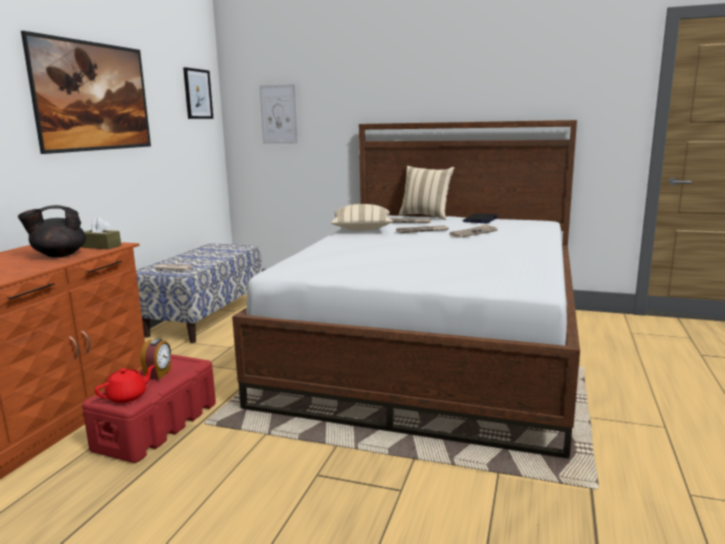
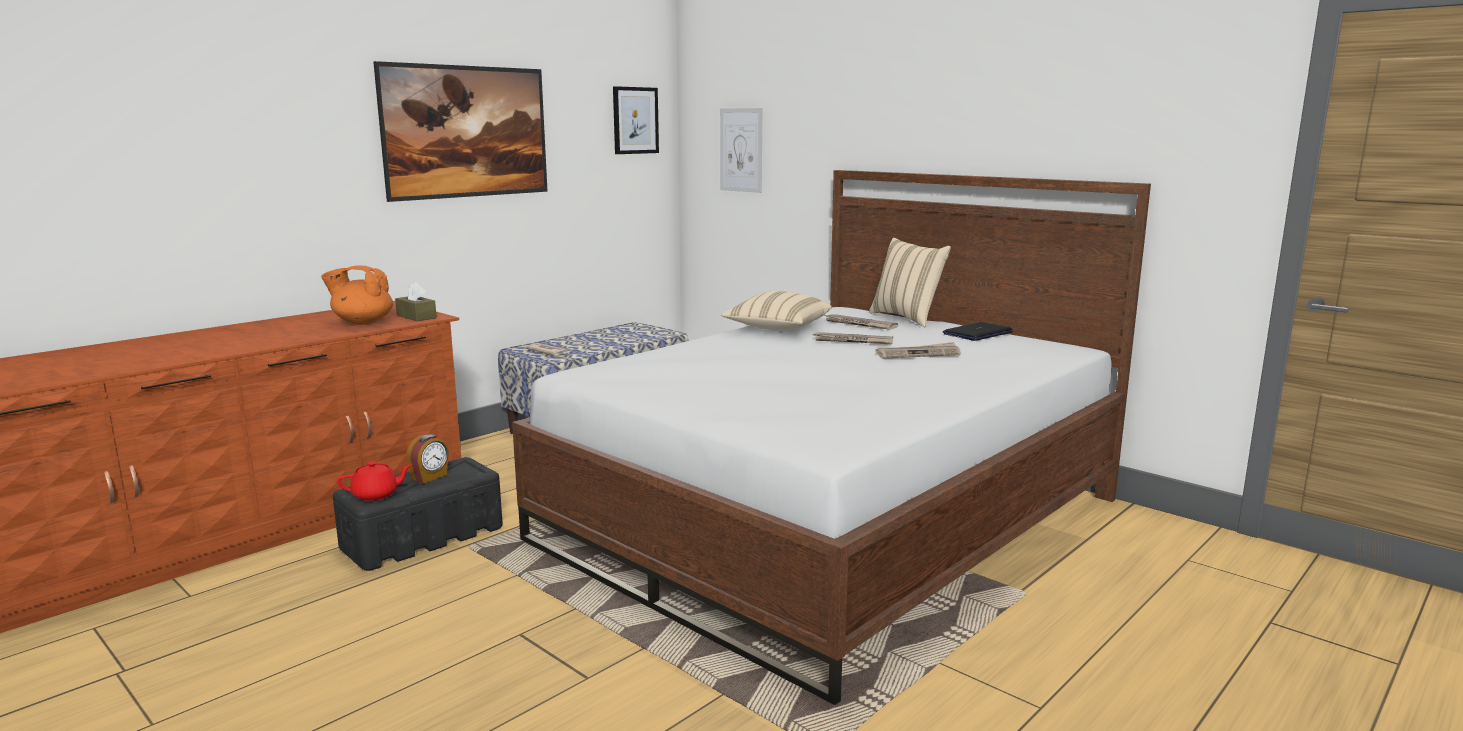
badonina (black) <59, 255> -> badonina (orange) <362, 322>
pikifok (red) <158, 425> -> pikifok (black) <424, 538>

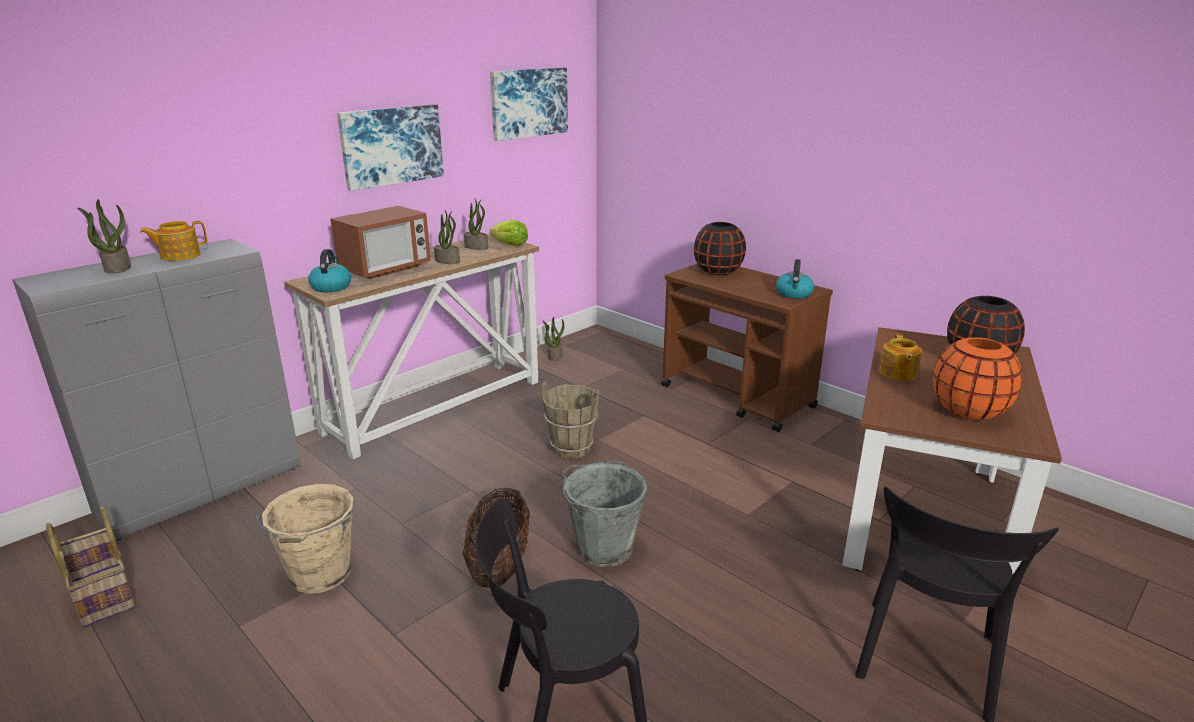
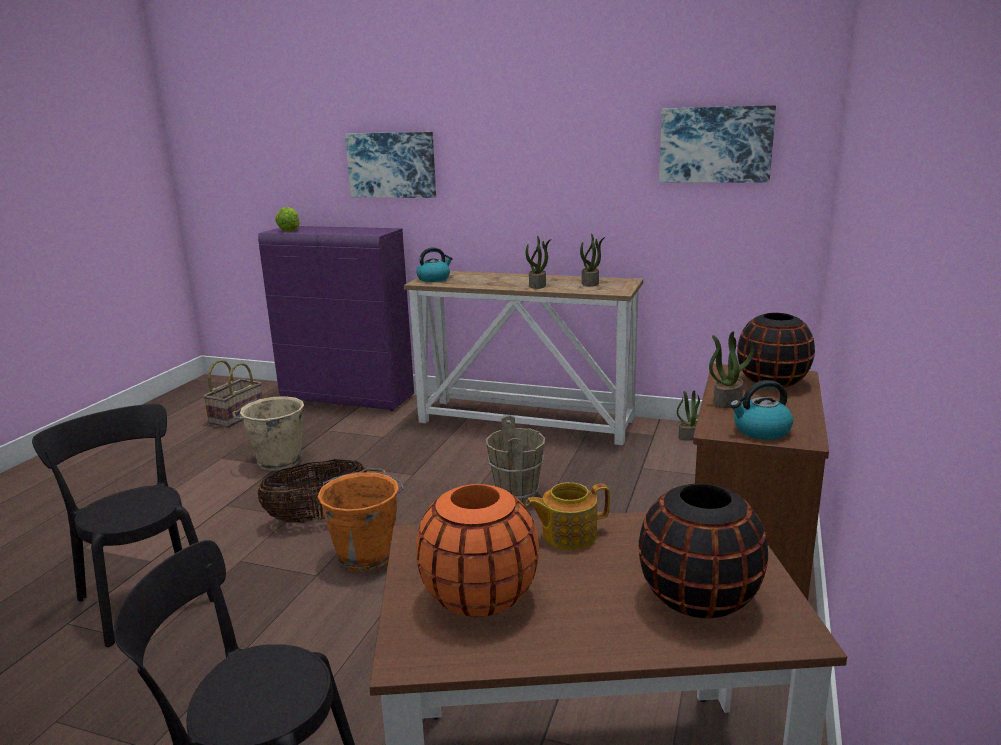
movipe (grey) <204, 490> -> movipe (purple) <348, 398>
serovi <117, 268> -> serovi <727, 401>, move
badonina <179, 256> -> none
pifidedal <385, 269> -> none
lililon <391, 145> -> lililon <392, 165>, move
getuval <510, 245> -> getuval <290, 230>, move
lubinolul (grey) <603, 548> -> lubinolul (orange) <366, 555>

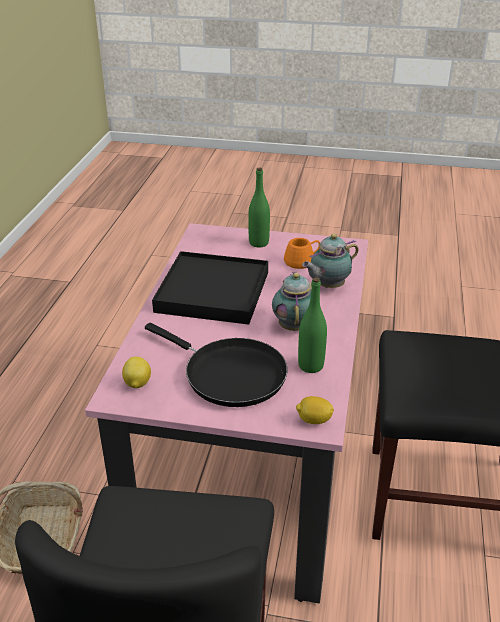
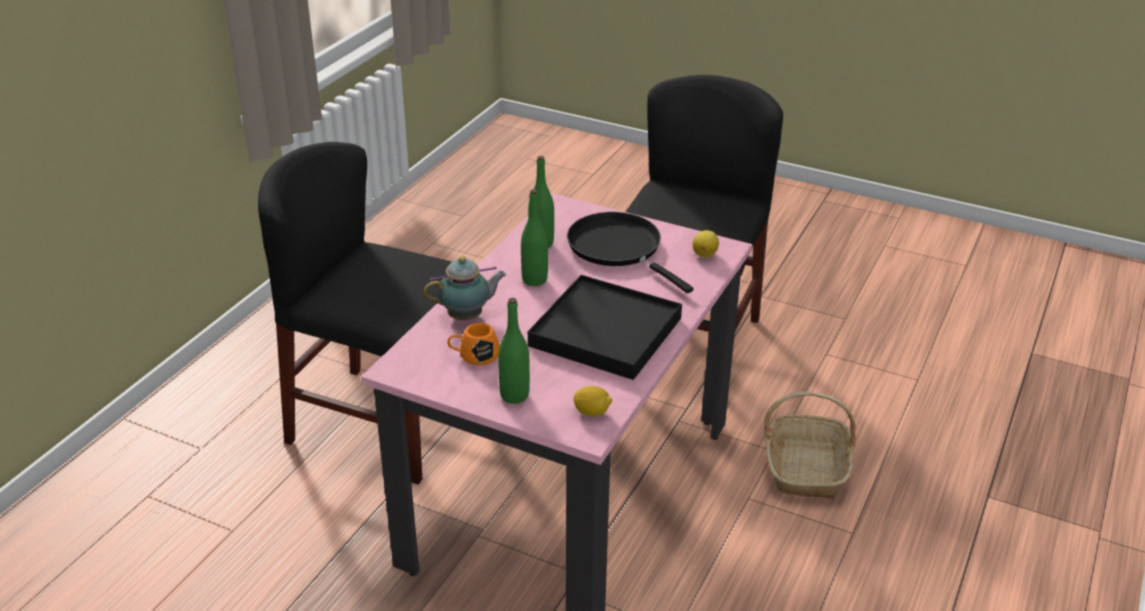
badonina <294, 326> -> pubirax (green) <534, 280>
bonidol <314, 420> -> bonidol <592, 412>, move

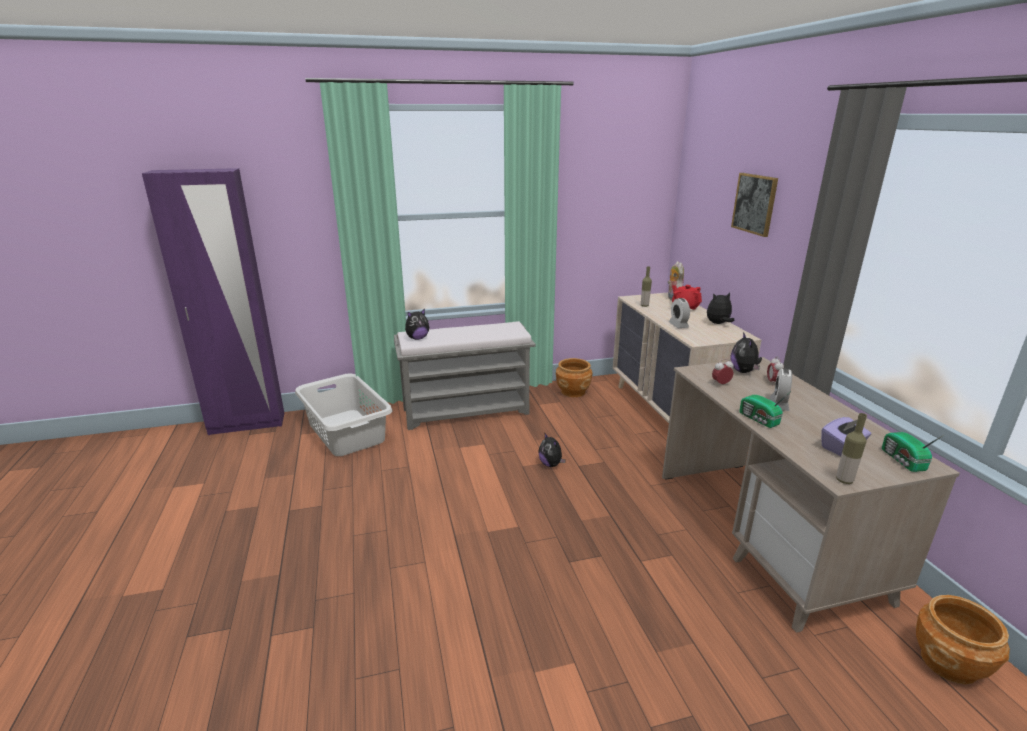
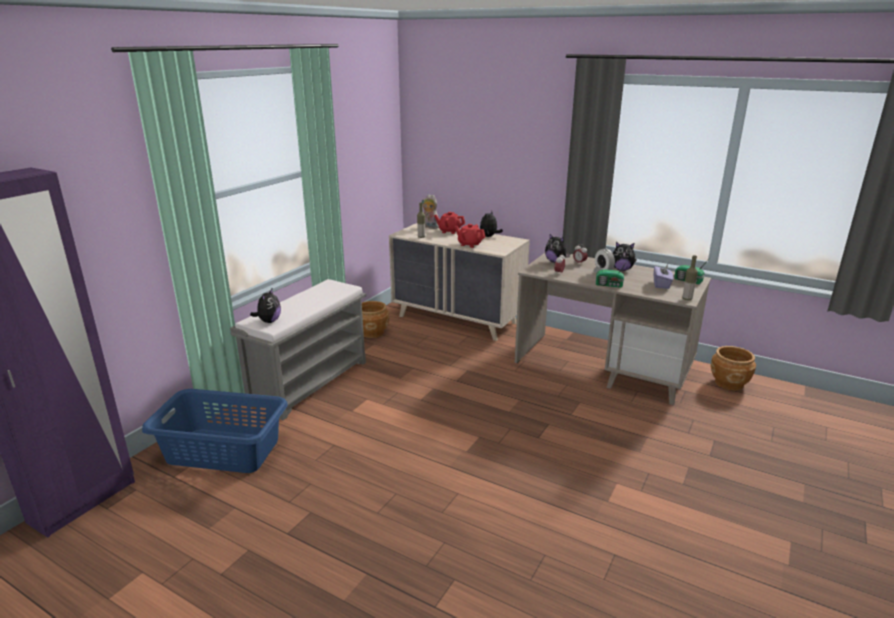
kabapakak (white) <347, 431> -> kabapakak (blue) <223, 450>
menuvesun <551, 464> -> menuvesun <621, 269>, move
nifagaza <678, 325> -> badonina (red) <469, 244>
lililon <755, 204> -> none

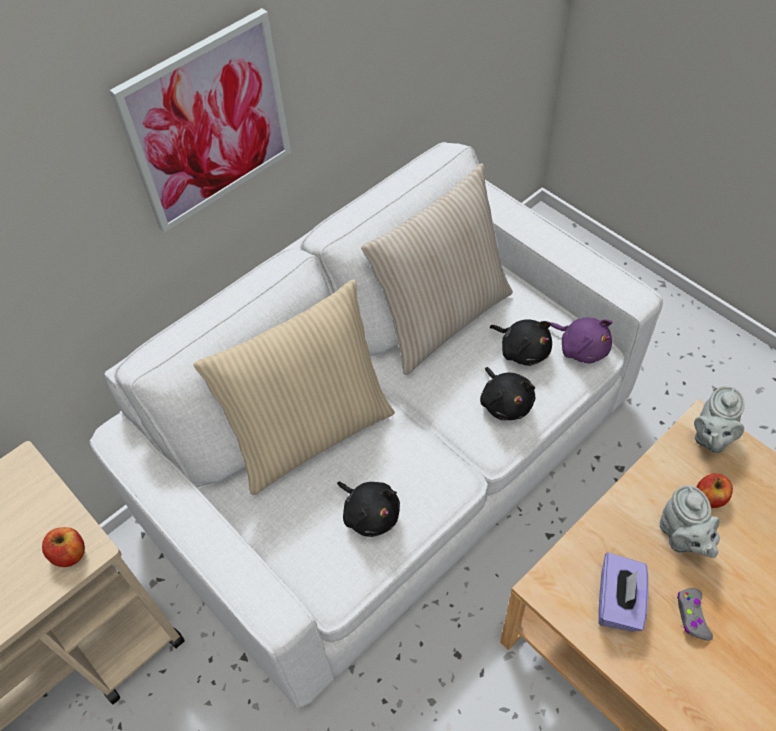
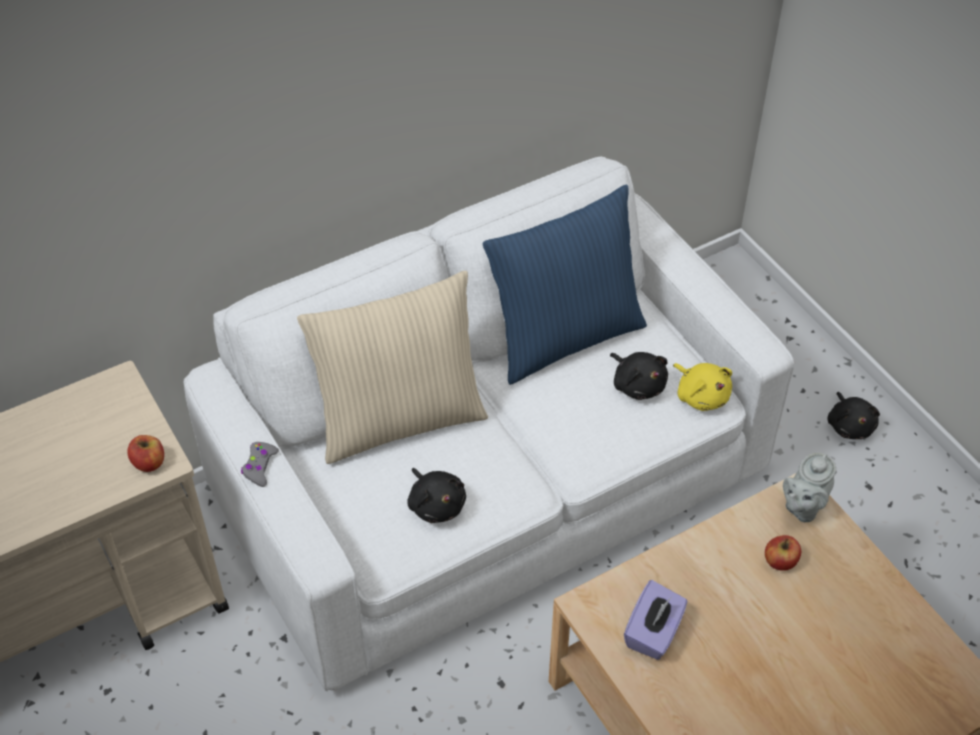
lililon <208, 123> -> none
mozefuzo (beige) <442, 318> -> mozefuzo (blue) <564, 337>
menuvesun (black) <505, 402> -> menuvesun (black) <850, 425>, move
menuvesun (purple) <581, 348> -> menuvesun (yellow) <701, 395>
badonina (grey) <682, 538> -> none
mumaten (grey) <692, 616> -> mumaten (grey) <259, 467>, move

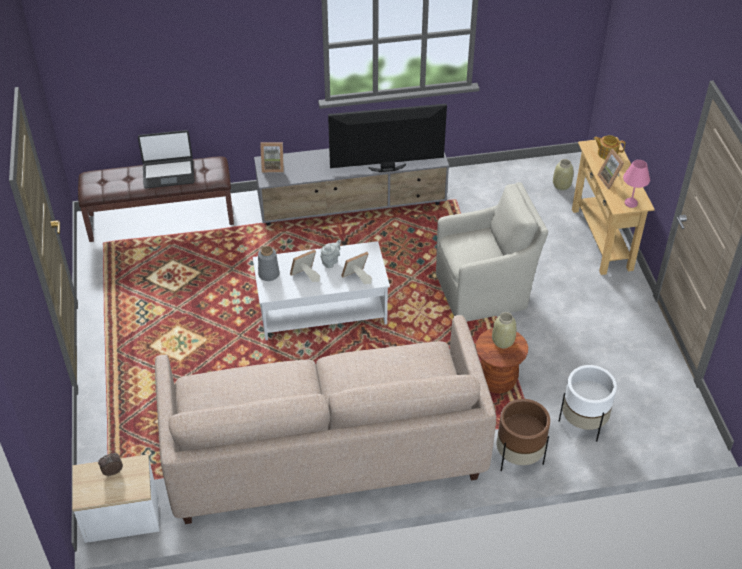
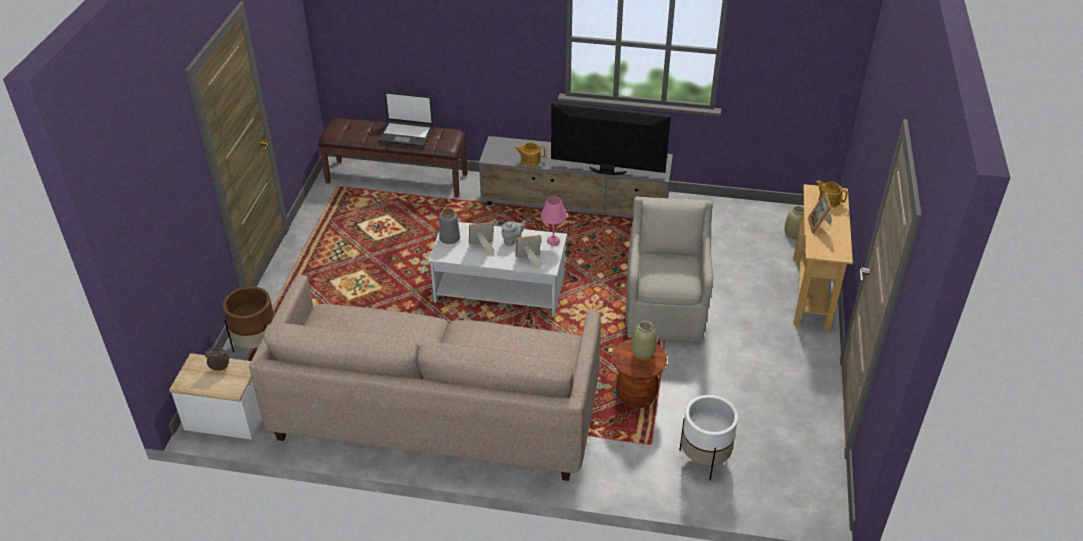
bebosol <273, 167> -> none
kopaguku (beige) <484, 291> -> kopaguku (beige) <665, 311>, 90 degrees counterclockwise
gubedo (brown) <518, 457> -> gubedo (brown) <257, 346>, move
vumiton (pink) <631, 203> -> vumiton (pink) <554, 241>, move
none -> badonina <530, 160>

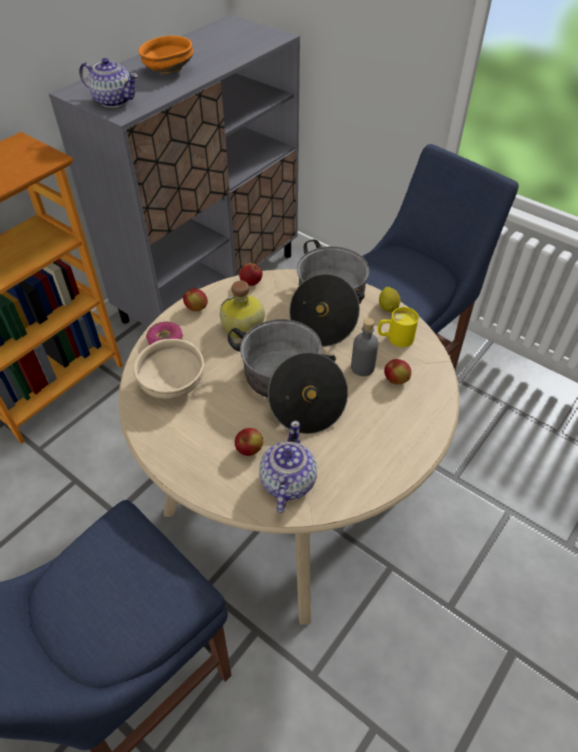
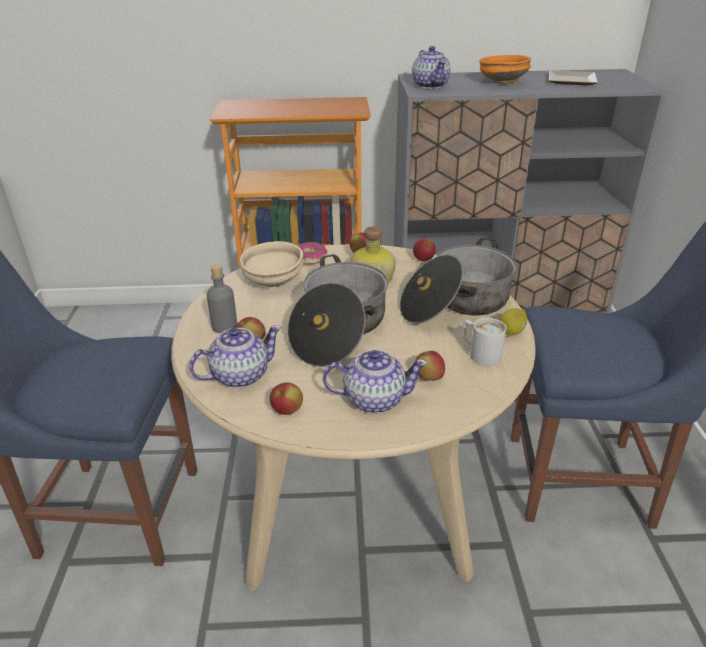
pubirax (grey) <362, 367> -> pubirax (grey) <224, 326>, move
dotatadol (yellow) <394, 338> -> dotatadol (white) <479, 353>
none -> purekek <287, 411>
none -> badonina <373, 399>
none -> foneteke <570, 80>

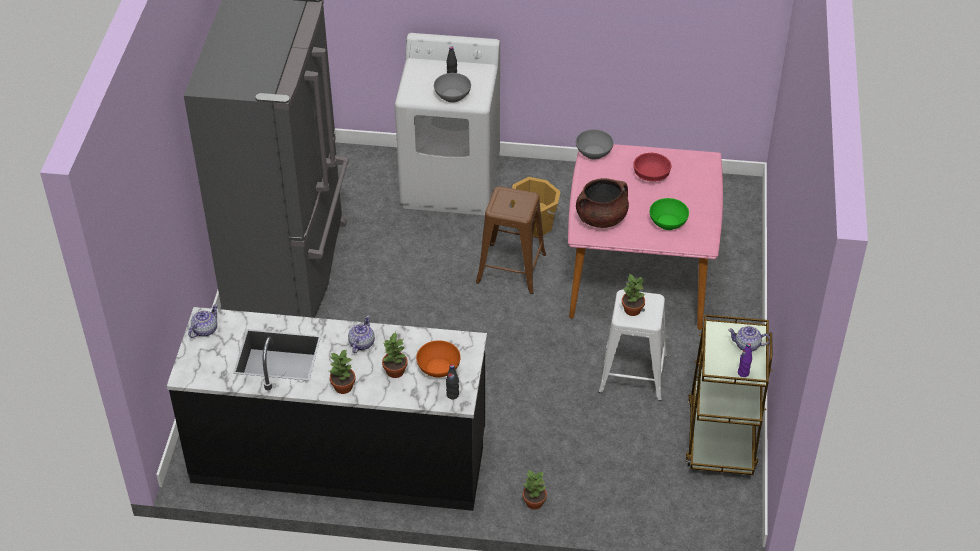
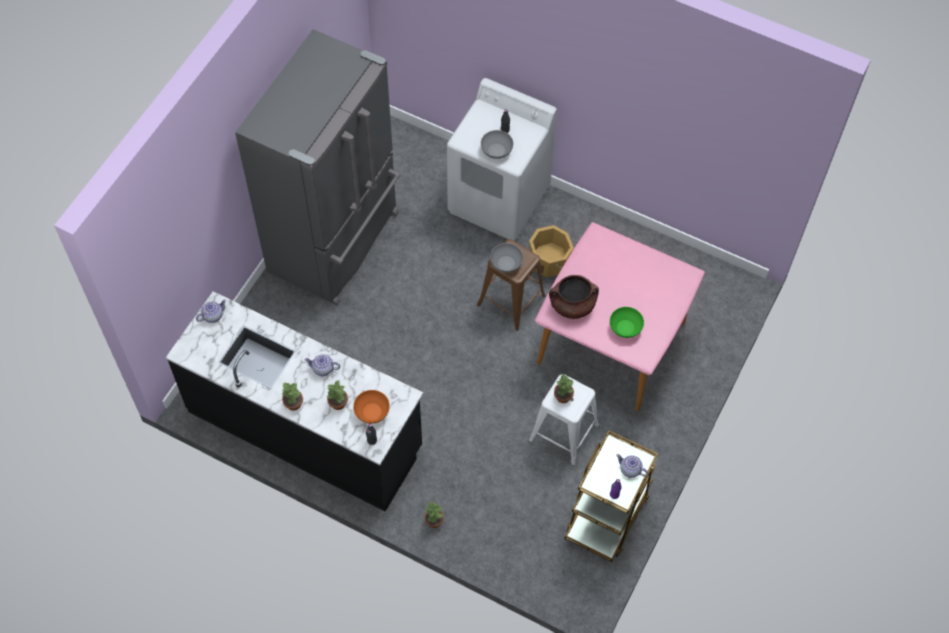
badonina <361, 344> -> badonina <323, 369>, 120 degrees counterclockwise
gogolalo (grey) <593, 152> -> gogolalo (grey) <506, 263>, move
gogolalo (red) <651, 175> -> none

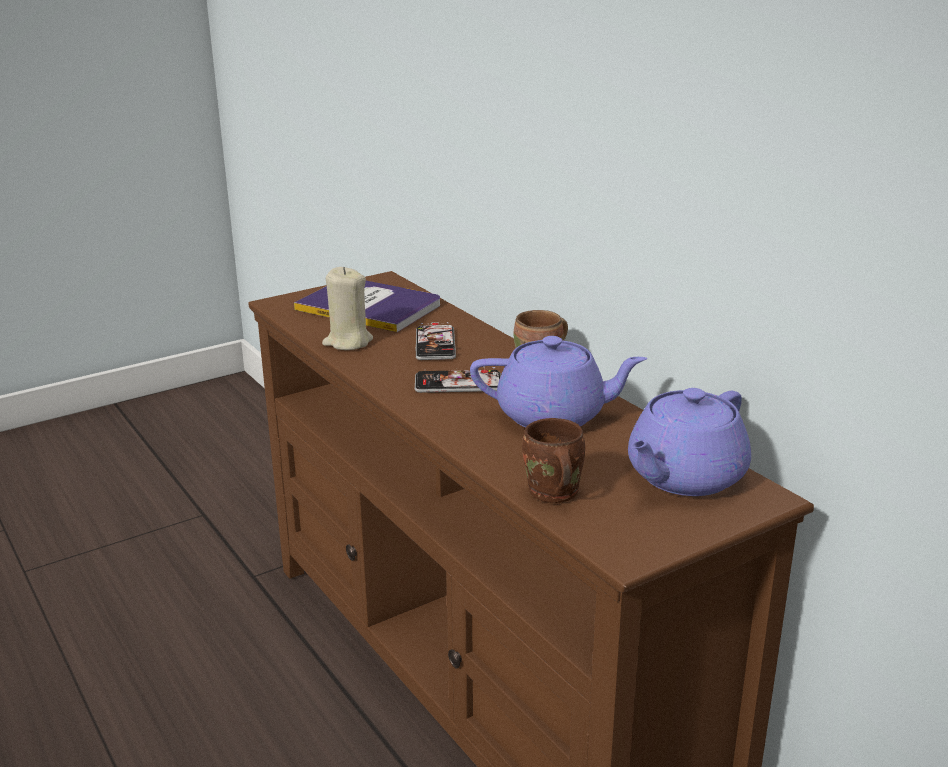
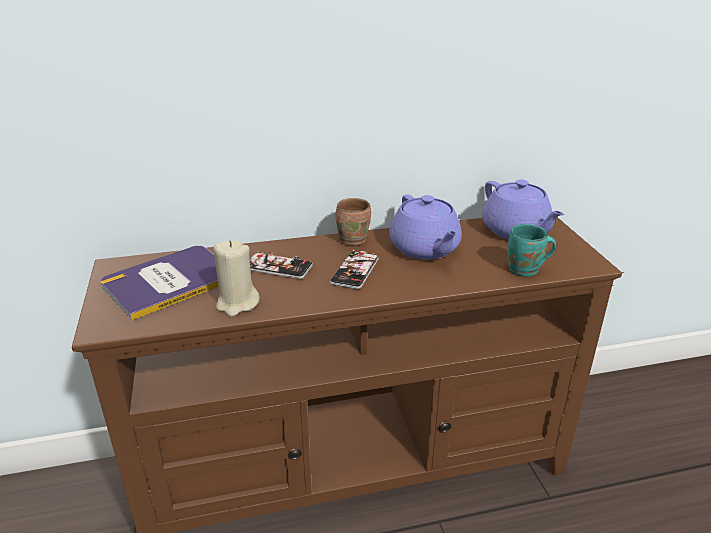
badonina (purple) <554, 416> -> badonina (purple) <425, 249>, 135 degrees clockwise
dotatadol (brown) <551, 494> -> dotatadol (turquoise) <526, 271>

